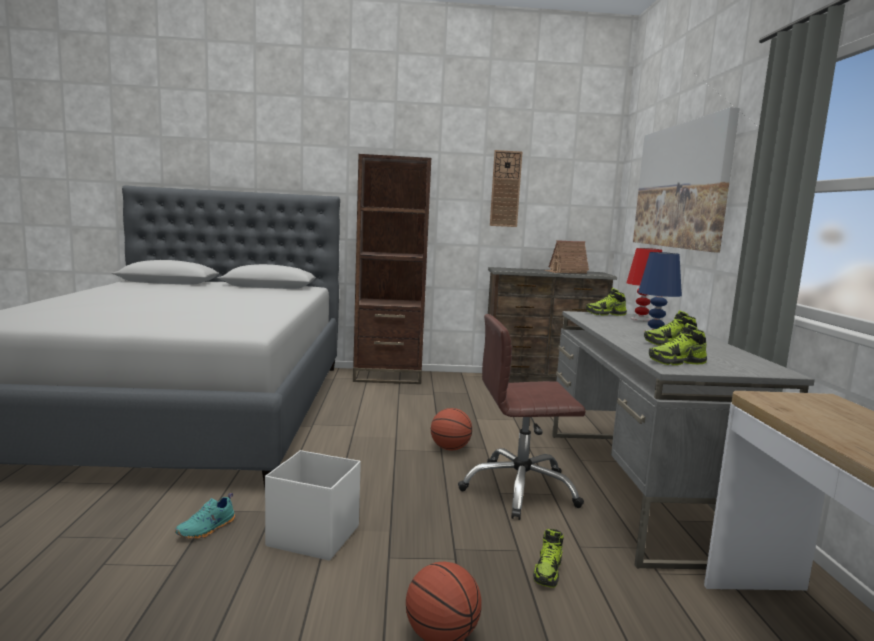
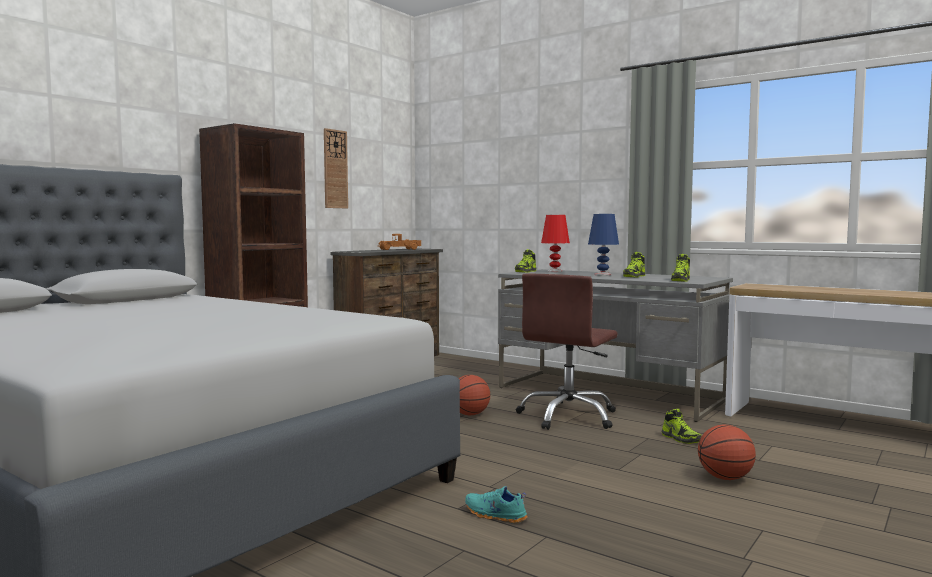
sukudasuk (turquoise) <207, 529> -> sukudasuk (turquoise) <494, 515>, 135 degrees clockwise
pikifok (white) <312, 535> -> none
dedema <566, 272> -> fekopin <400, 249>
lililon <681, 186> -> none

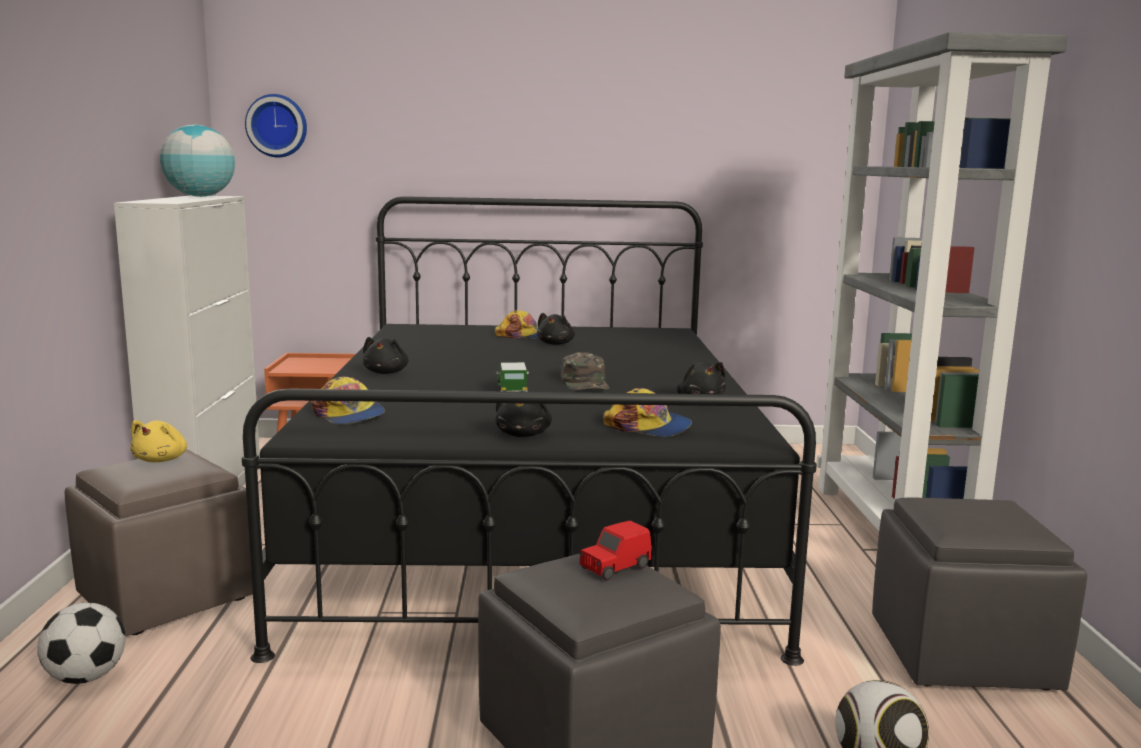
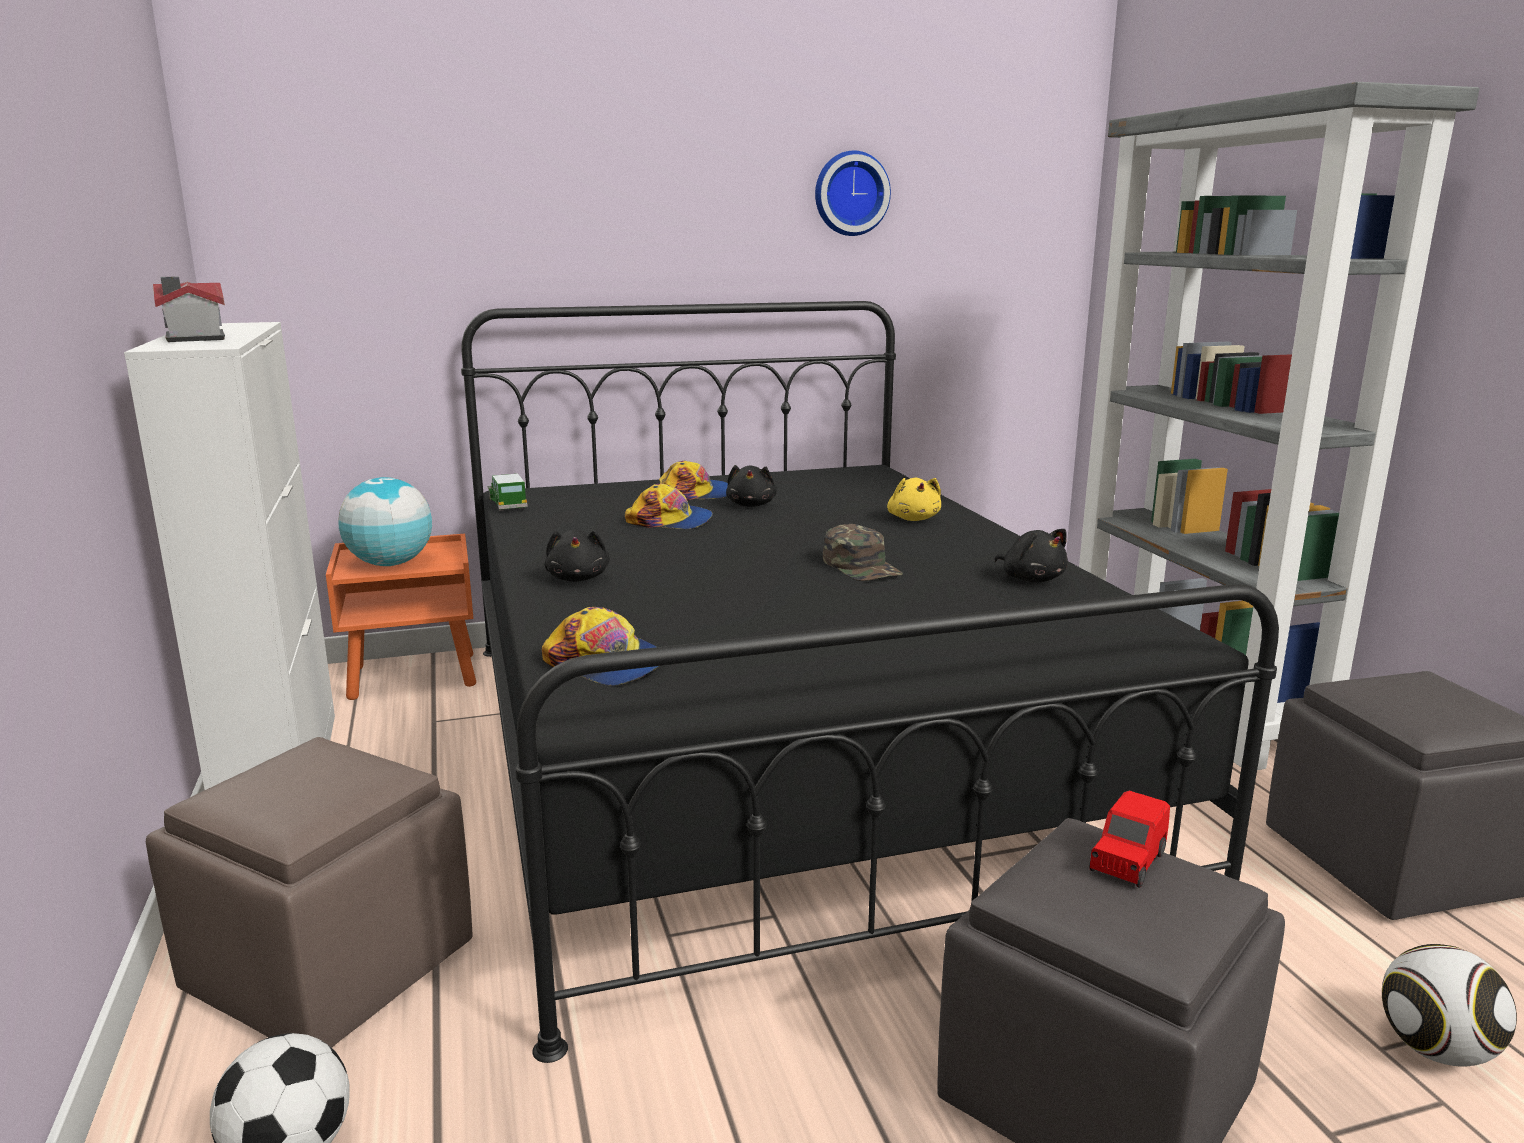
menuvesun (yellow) <162, 460> -> menuvesun (yellow) <913, 519>, move
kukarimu <200, 196> -> kukarimu <390, 564>, move
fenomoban <277, 126> -> fenomoban <850, 193>, move
menuvesun (black) <523, 434> -> none
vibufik <512, 390> -> vibufik <508, 504>, move
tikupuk <648, 427> -> tikupuk <670, 521>, move
none -> dedema <193, 338>

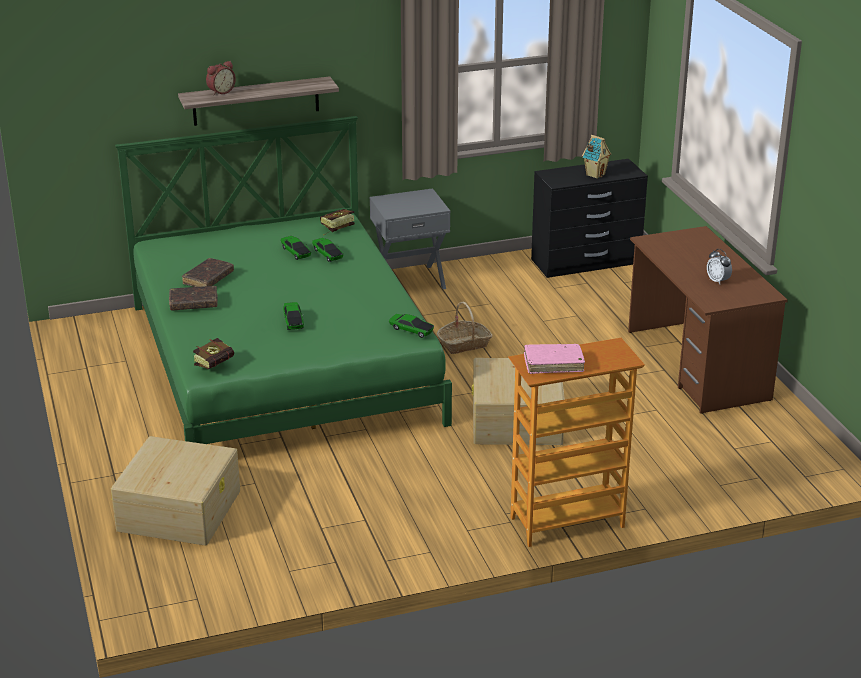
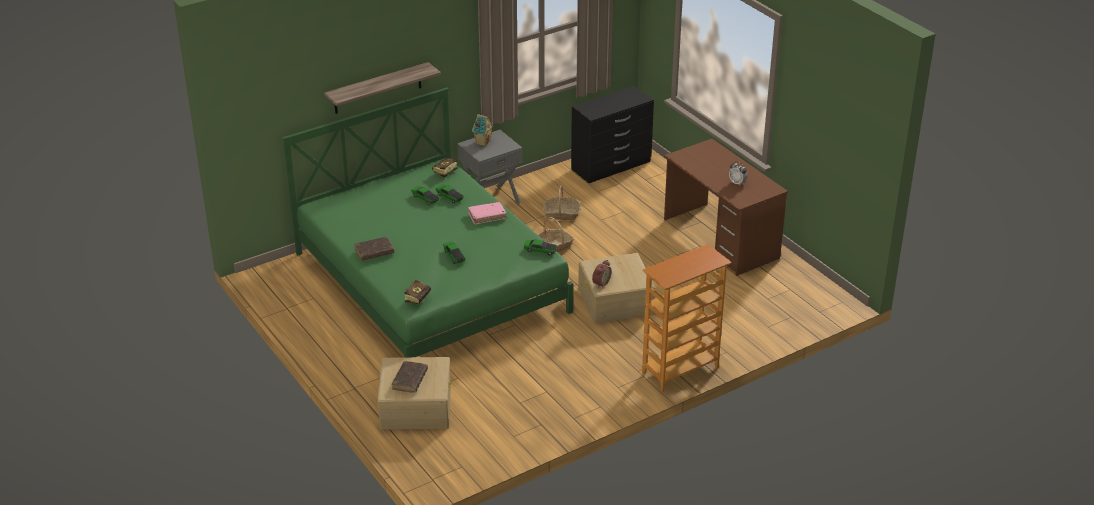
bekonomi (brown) <208, 279> -> bekonomi (brown) <410, 380>, move
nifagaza <220, 91> -> nifagaza <600, 283>, move
bekonomi (pink) <553, 364> -> bekonomi (pink) <487, 216>, move
dedema <595, 174> -> dedema <482, 142>, move
none -> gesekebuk <561, 214>

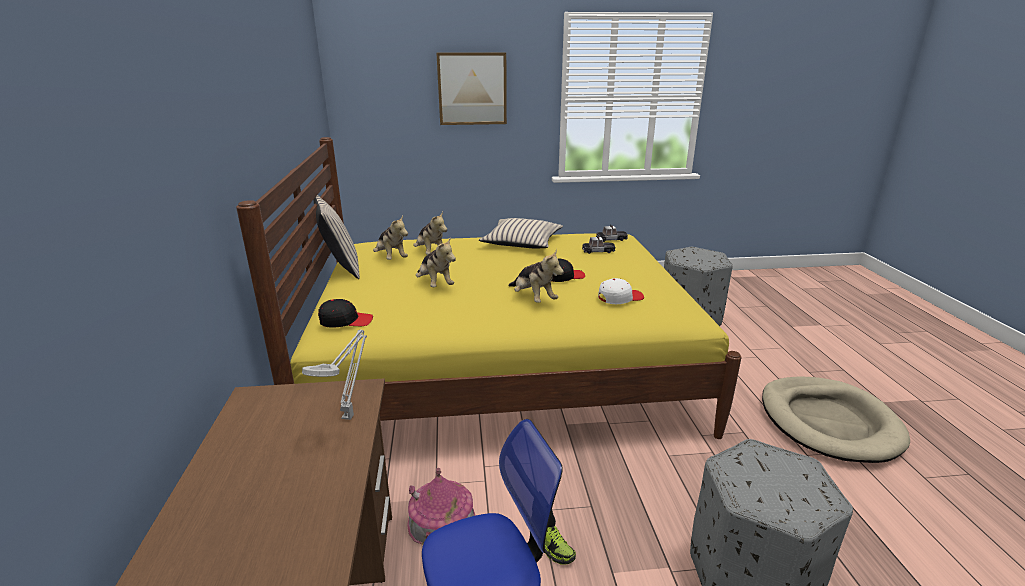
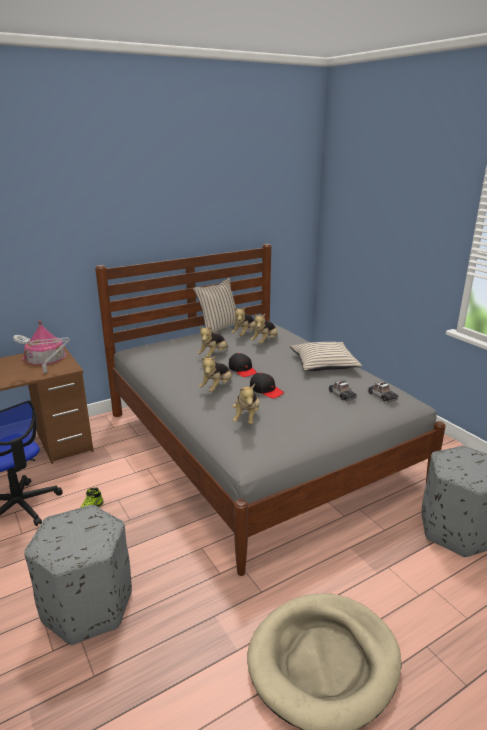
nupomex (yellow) <503, 370> -> nupomex (grey) <256, 446>
tikupuk (black) <346, 321> -> tikupuk (black) <242, 370>, move
dedema <442, 521> -> dedema <45, 356>, move
lililon <472, 89> -> none
tikupuk (white) <620, 298> -> menuvesun <247, 418>

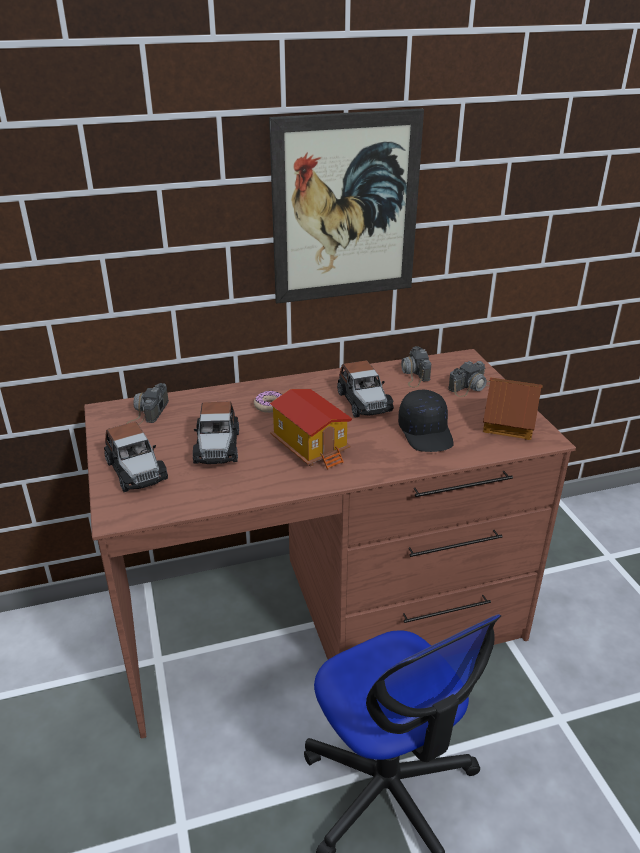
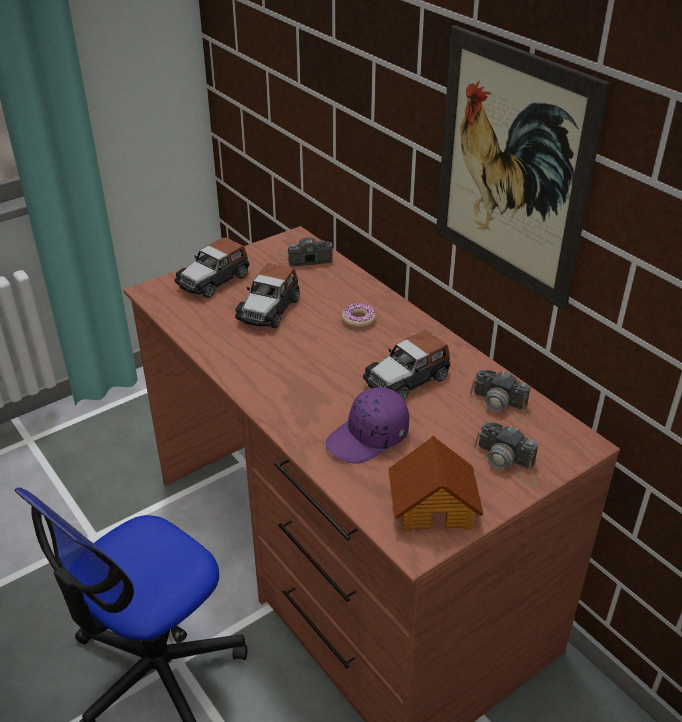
vibufik <217, 447> -> vibufik <269, 309>, 45 degrees counterclockwise
dedema <311, 447> -> none
tikupuk (black) <426, 433> -> tikupuk (purple) <368, 438>
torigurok <414, 374> -> torigurok <501, 405>, 120 degrees counterclockwise

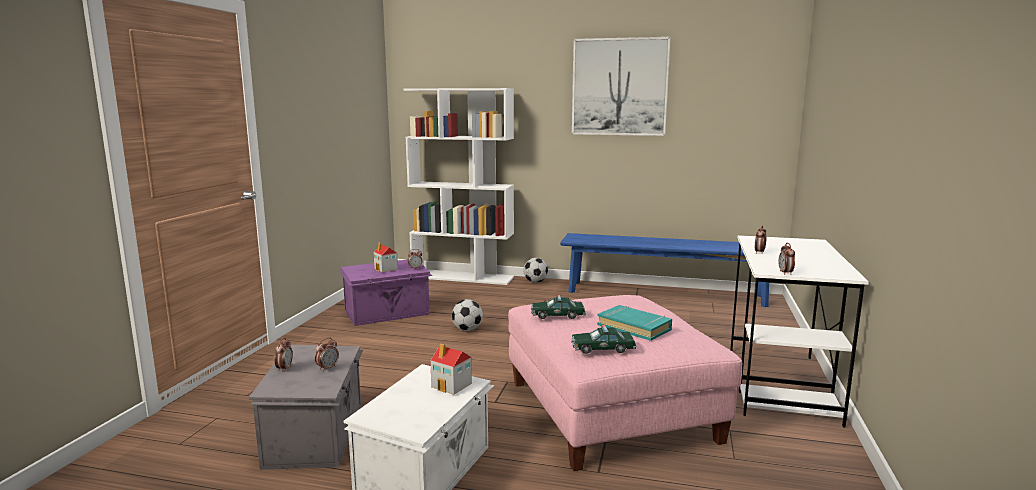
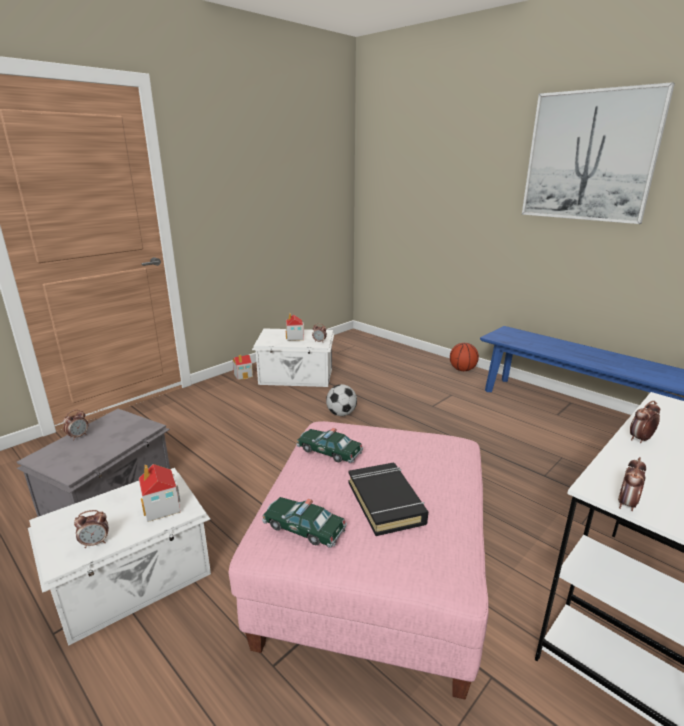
nifagaza <327, 368> -> nifagaza <96, 543>, move
pikifok (purple) <388, 313> -> pikifok (white) <296, 377>
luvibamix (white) <463, 277> -> none
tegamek <535, 282> -> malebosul <462, 370>
bekonomi (turquoise) <634, 327> -> bekonomi (black) <386, 502>
none -> dedema <243, 375>

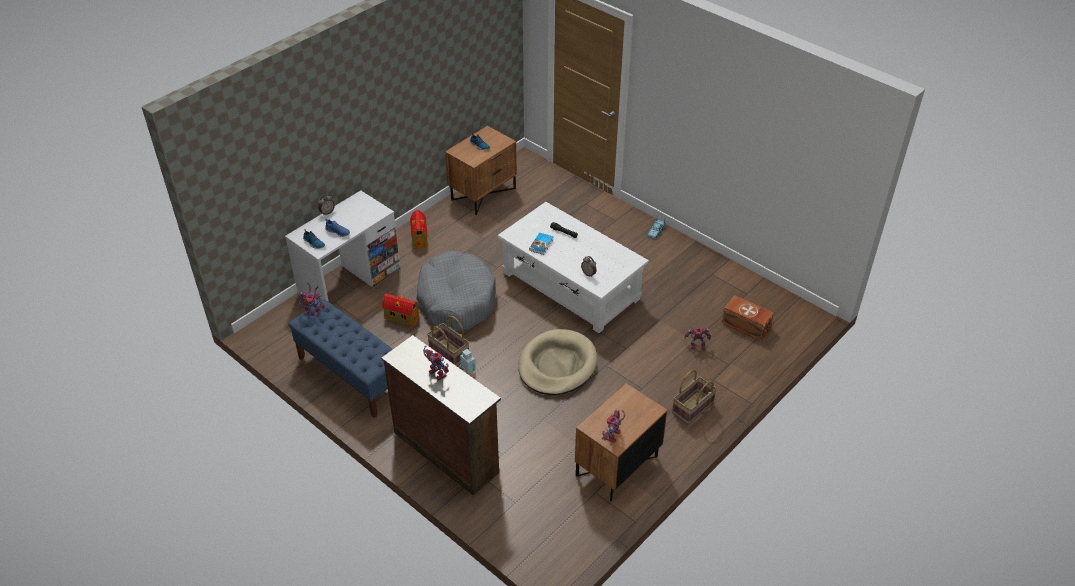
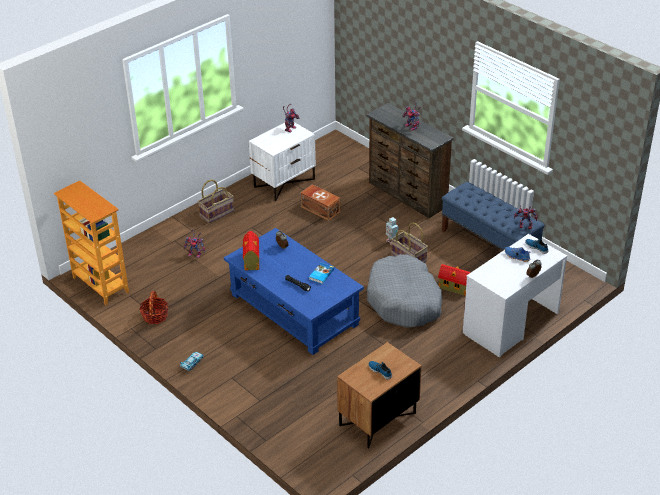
dedema <419, 238> -> dedema <251, 261>, move
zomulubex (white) <571, 286> -> zomulubex (blue) <294, 309>
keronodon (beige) <557, 365> -> none
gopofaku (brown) <617, 467> -> gopofaku (white) <284, 182>
pikifok (brown) <746, 326> -> pikifok (brown) <320, 209>, move
none -> luvibamix <100, 285>
none -> gesekebuk <155, 316>

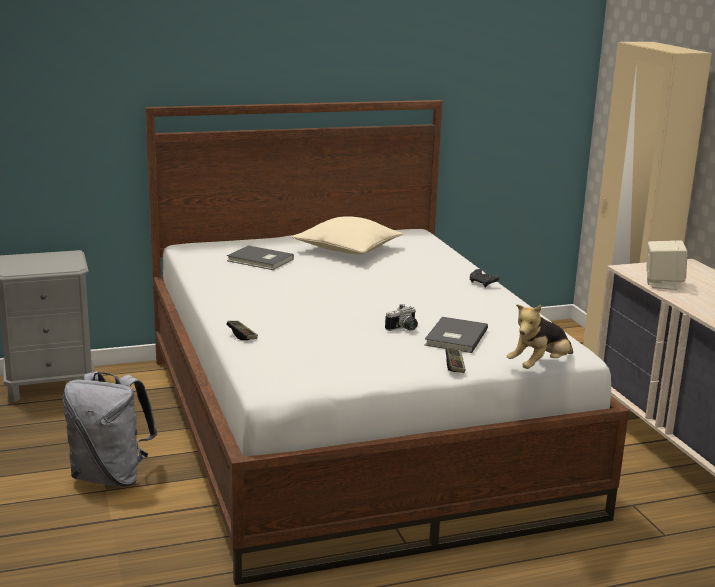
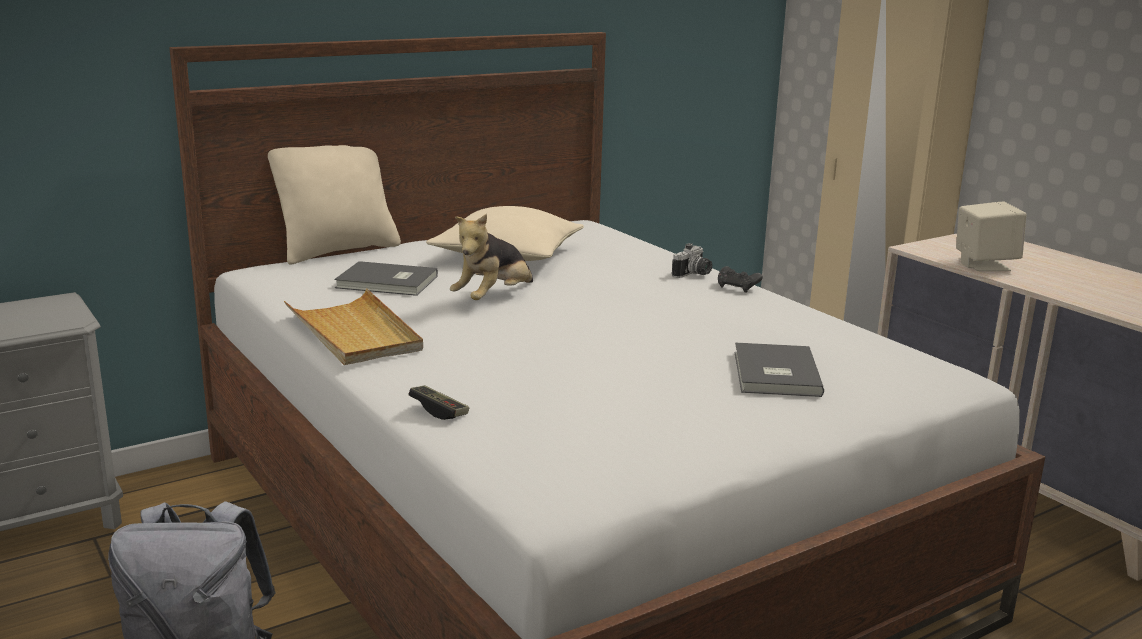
torigurok <404, 329> -> torigurok <694, 274>, move
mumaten <454, 366> -> none
menuvesun <540, 366> -> menuvesun <493, 298>, move
none -> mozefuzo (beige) <338, 250>
none -> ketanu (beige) <354, 333>

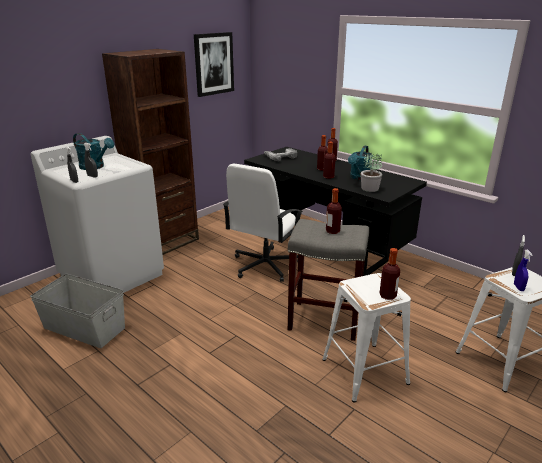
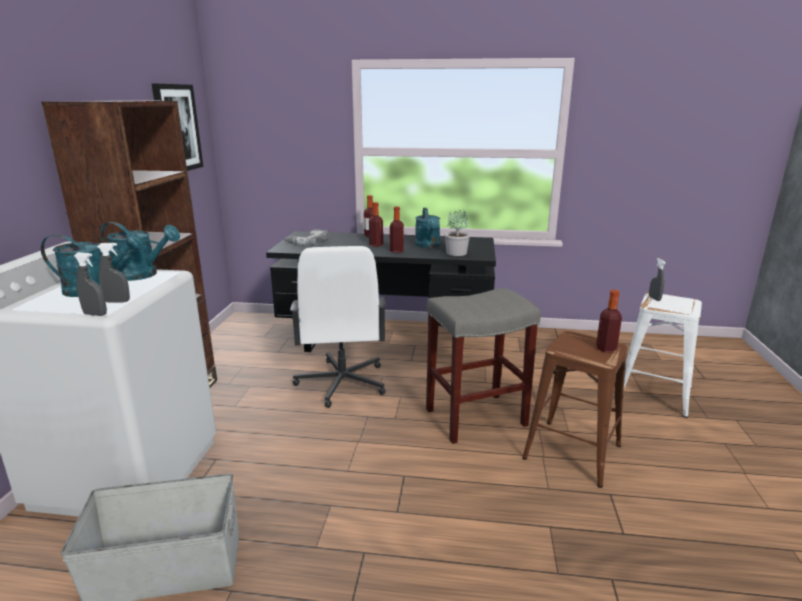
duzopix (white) <365, 371> -> duzopix (brown) <572, 451>
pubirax <332, 231> -> none
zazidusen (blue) <518, 287> -> none
none -> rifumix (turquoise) <143, 275>

